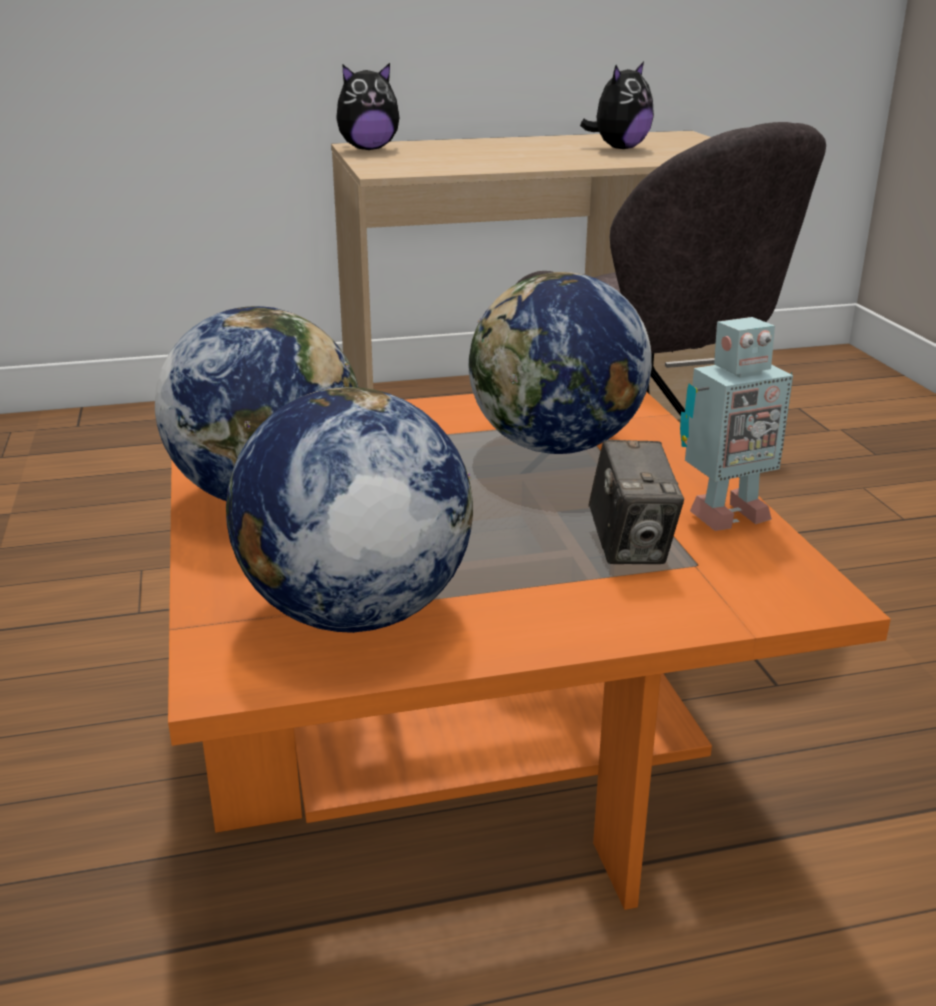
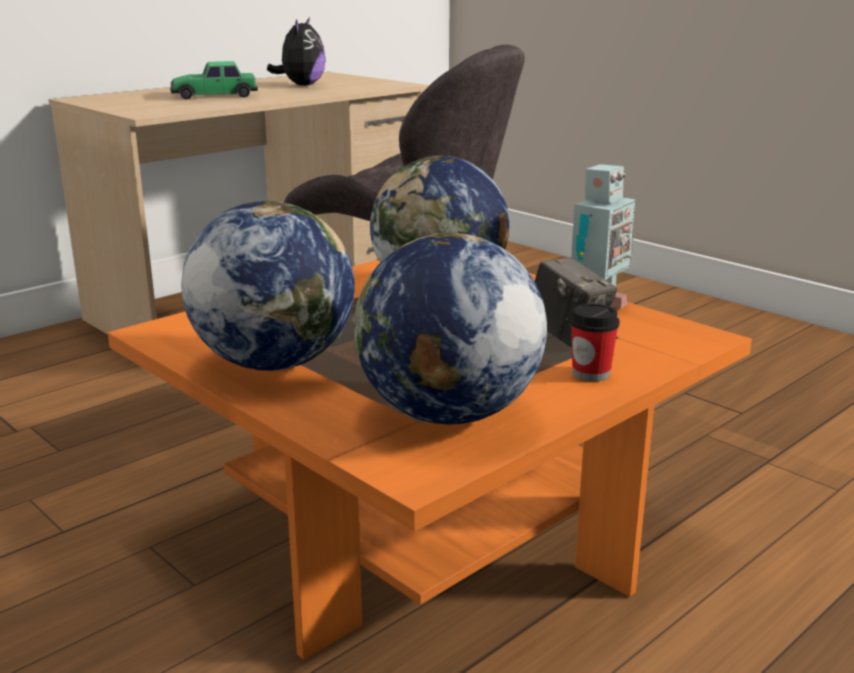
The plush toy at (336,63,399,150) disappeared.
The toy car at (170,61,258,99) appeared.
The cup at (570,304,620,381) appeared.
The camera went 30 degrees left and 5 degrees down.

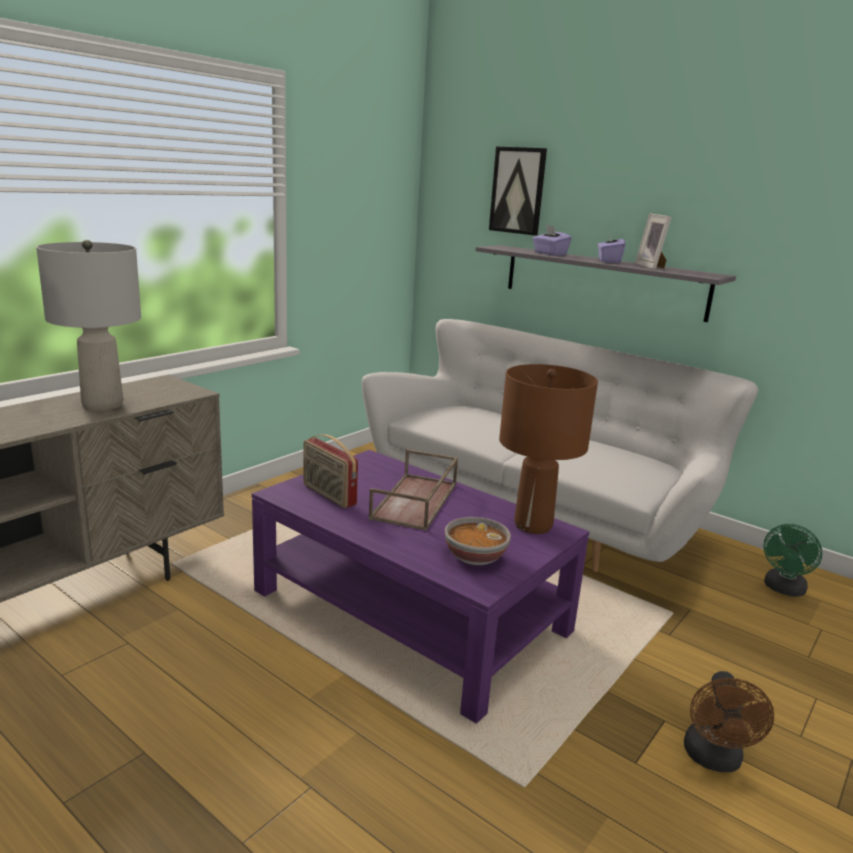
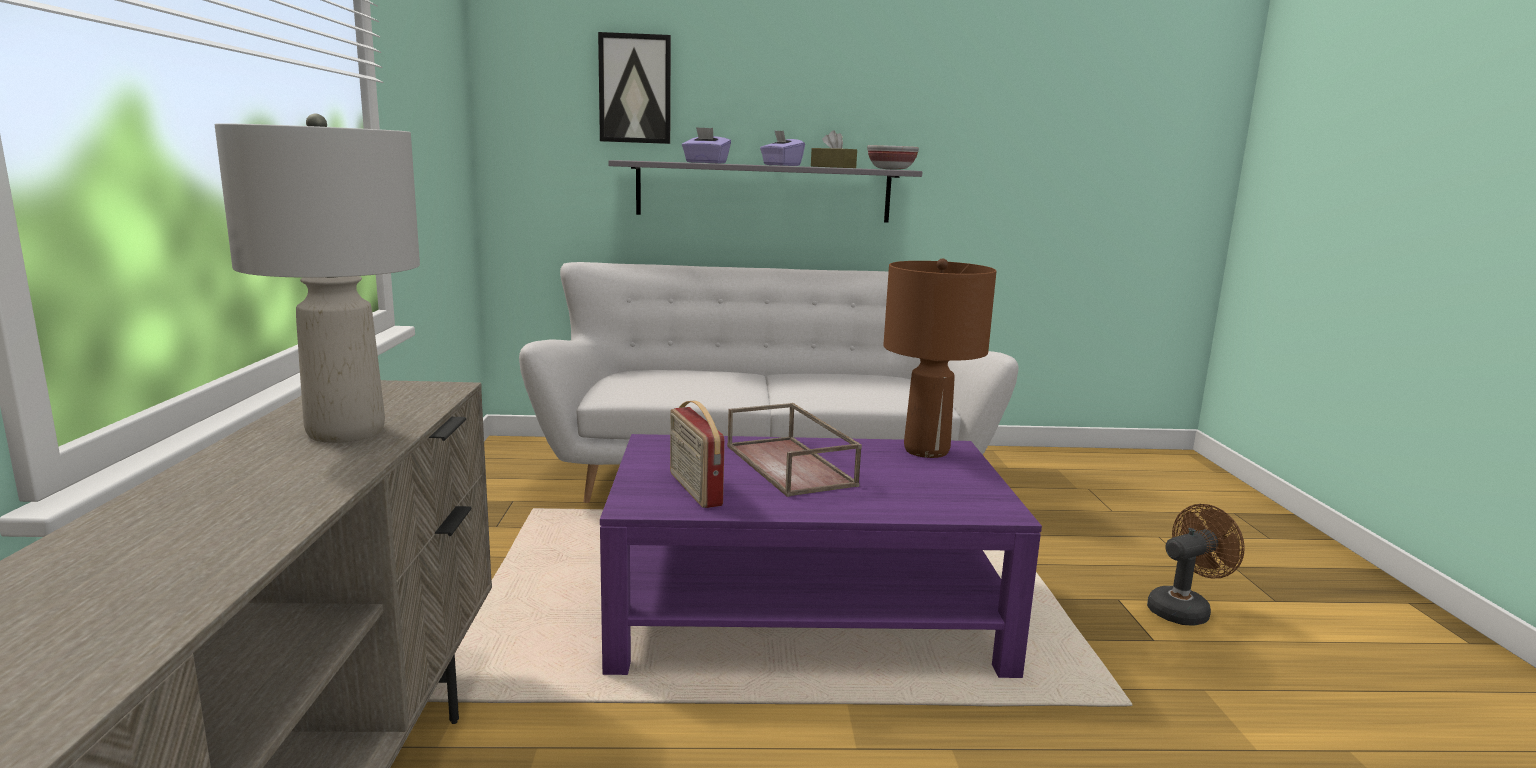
The green fan at (763,524,822,597) disappeared.
The bowl moved from (445,517,511,565) to (867,145,919,170).
The picture frame at (635,213,672,270) was replaced by the brown tissue box at (811,130,857,168).
The radio at (304,434,358,508) turned 60 degrees clockwise.
The brown fan at (684,671,774,772) turned 90 degrees counterclockwise.
The camera went 40 degrees left and 5 degrees down.

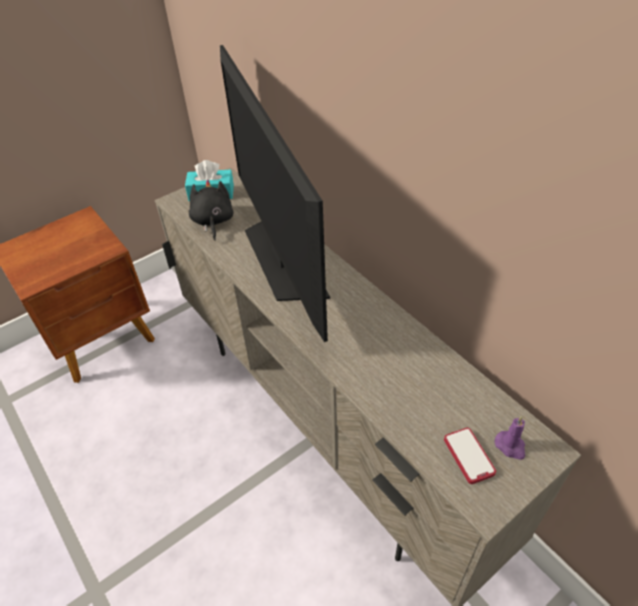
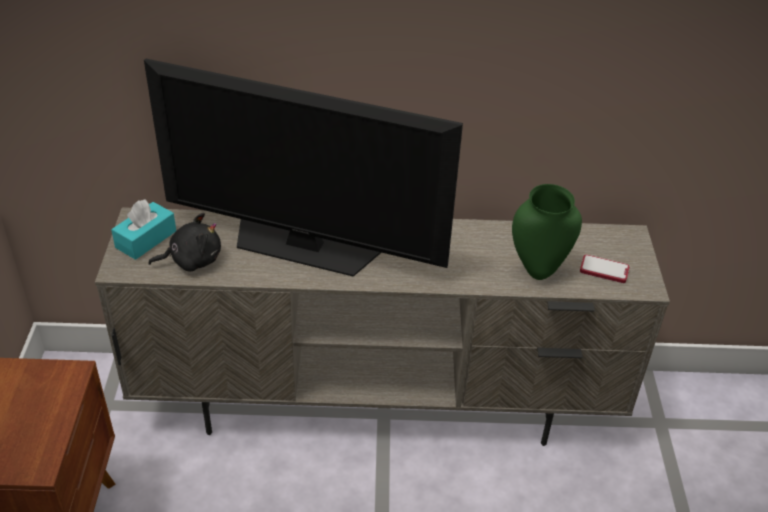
The purple candle at (495,416,525,460) disappeared.
The green vase at (512,184,582,280) appeared.
The black plush toy at (189,179,234,241) turned 135 degrees clockwise.
The camera went 55 degrees left and 5 degrees down.

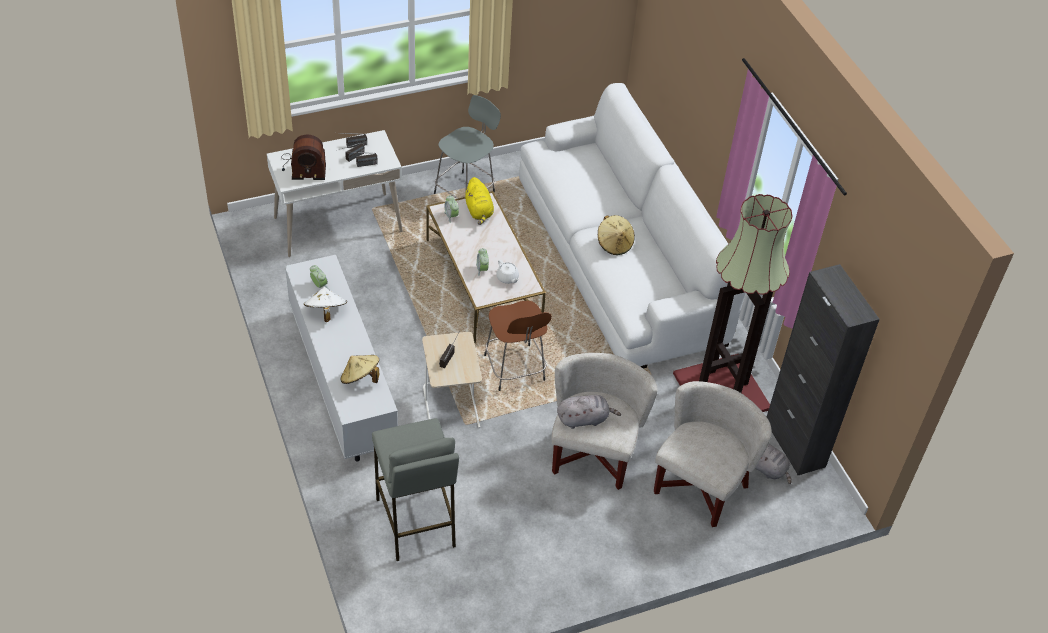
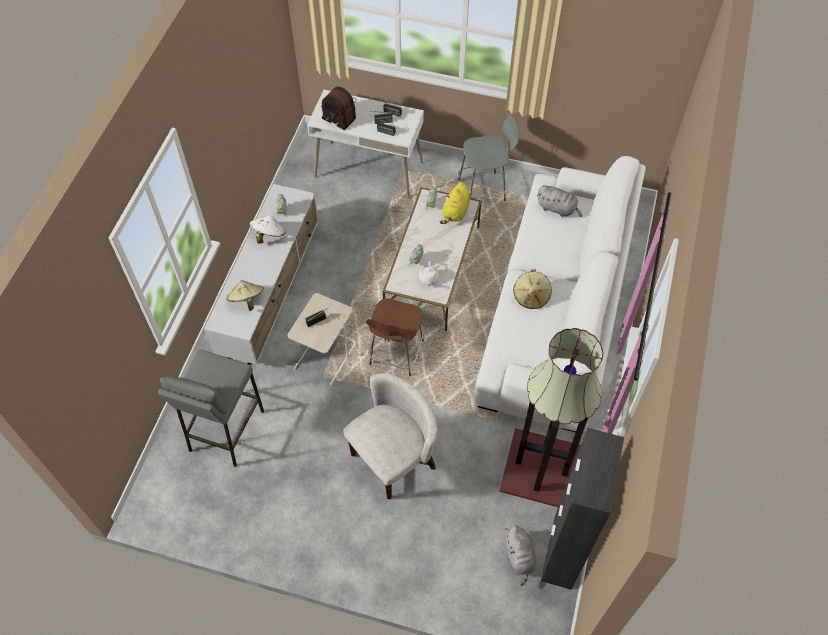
The white armchair at (654,381,772,527) disappeared.
The grey plush toy moved from (557,395,621,429) to (537,185,582,217).
The camera went 40 degrees right and 10 degrees up.

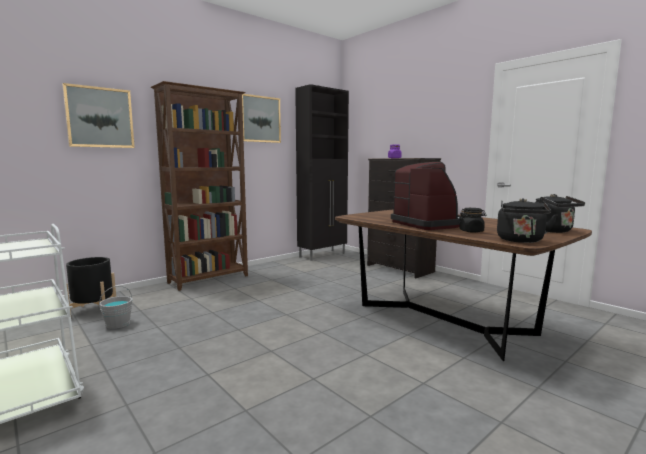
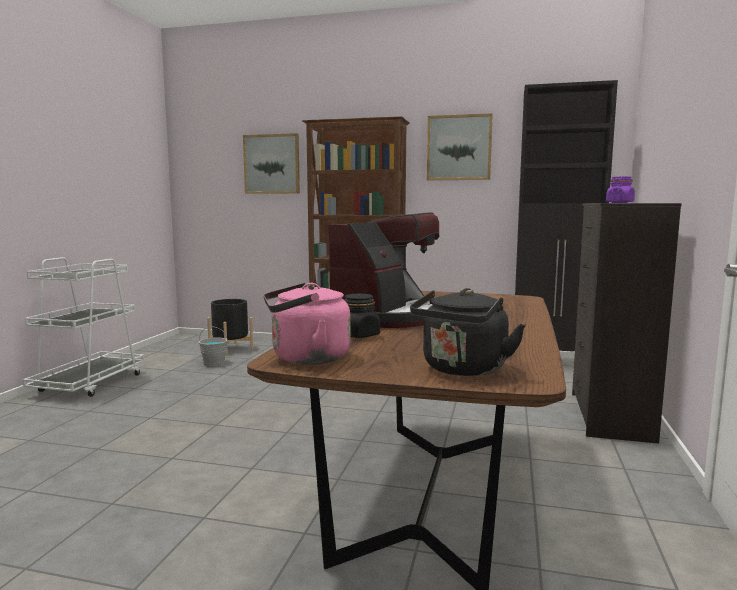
The black kettle at (497,198,557,243) became the pink kettle at (263,283,351,364).
The camera went 55 degrees right and 0 degrees up.

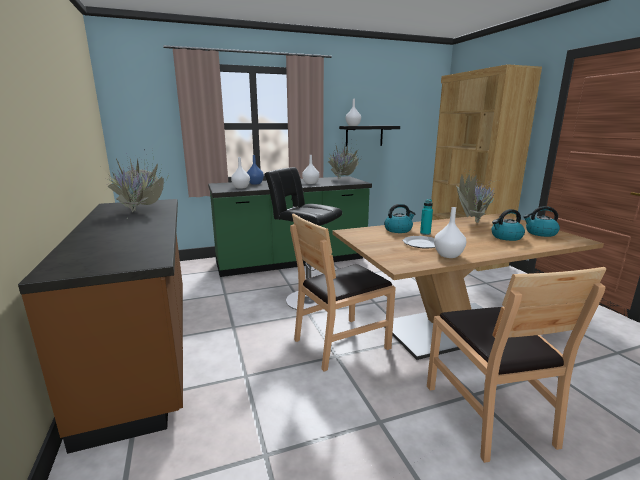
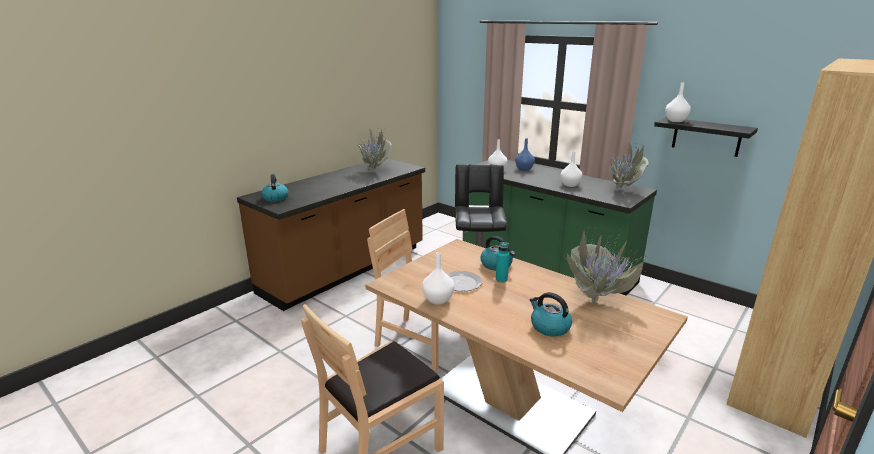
The kettle moved from (523,206,560,237) to (261,174,289,202).
The camera went 60 degrees right and 5 degrees up.

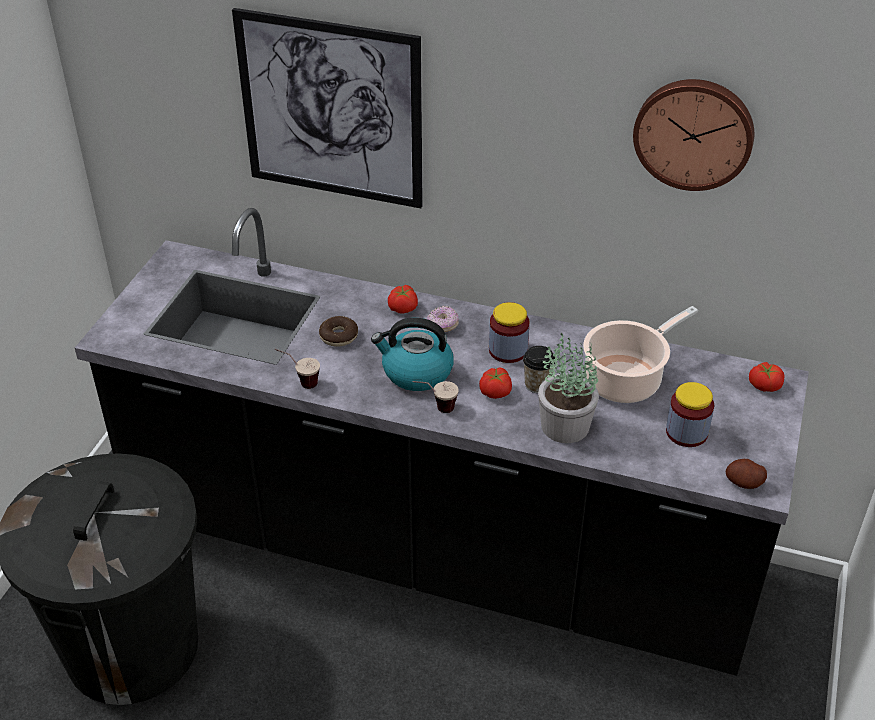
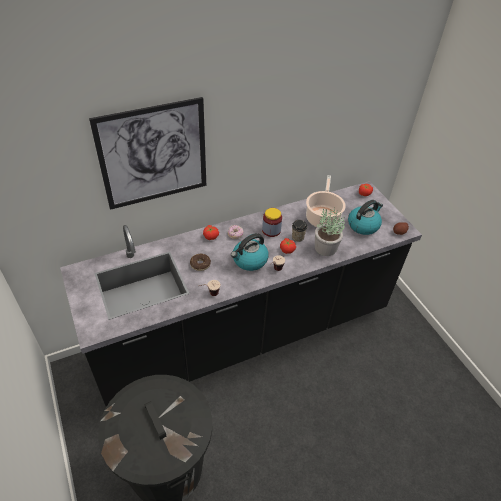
The wall clock at (633,79,754,191) disappeared.
The jar at (666,382,714,447) was replaced by the kettle at (348,200,383,235).
The camera went 45 degrees left and 5 degrees up.

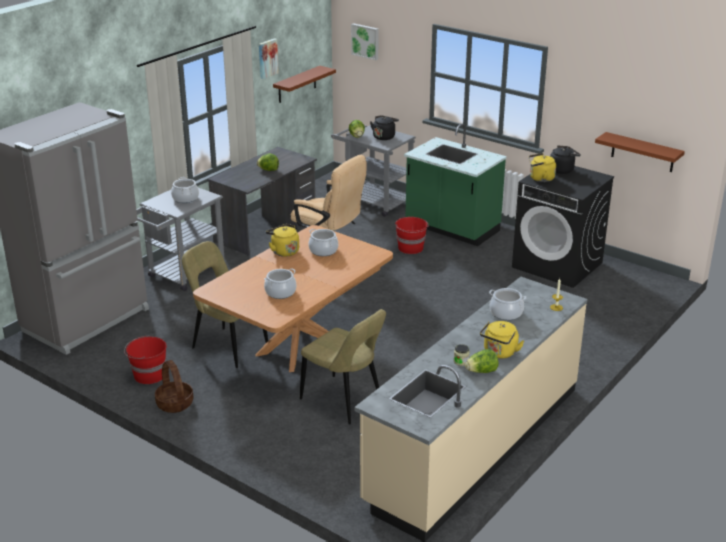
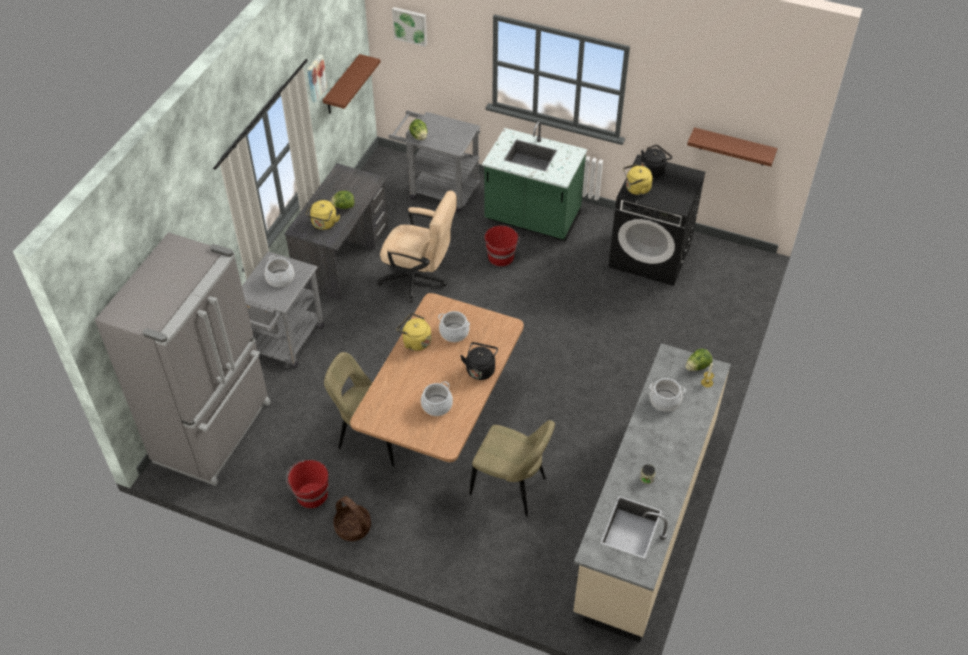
The black kettle moved from (370,115,399,140) to (460,342,498,380).
The lettuce moved from (465,349,498,373) to (685,348,713,371).
The yellow kettle moved from (480,321,524,358) to (306,200,340,230).
The camera went 15 degrees left and 20 degrees up.

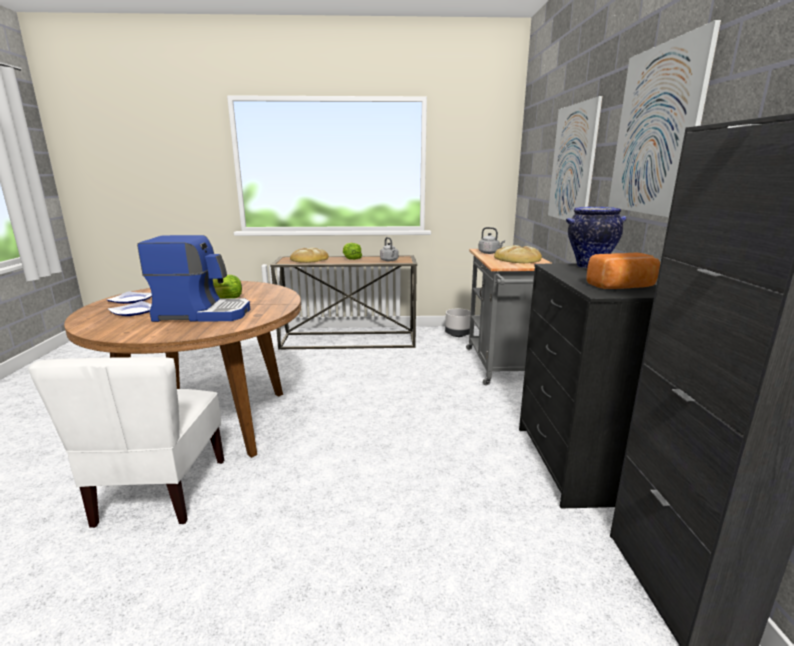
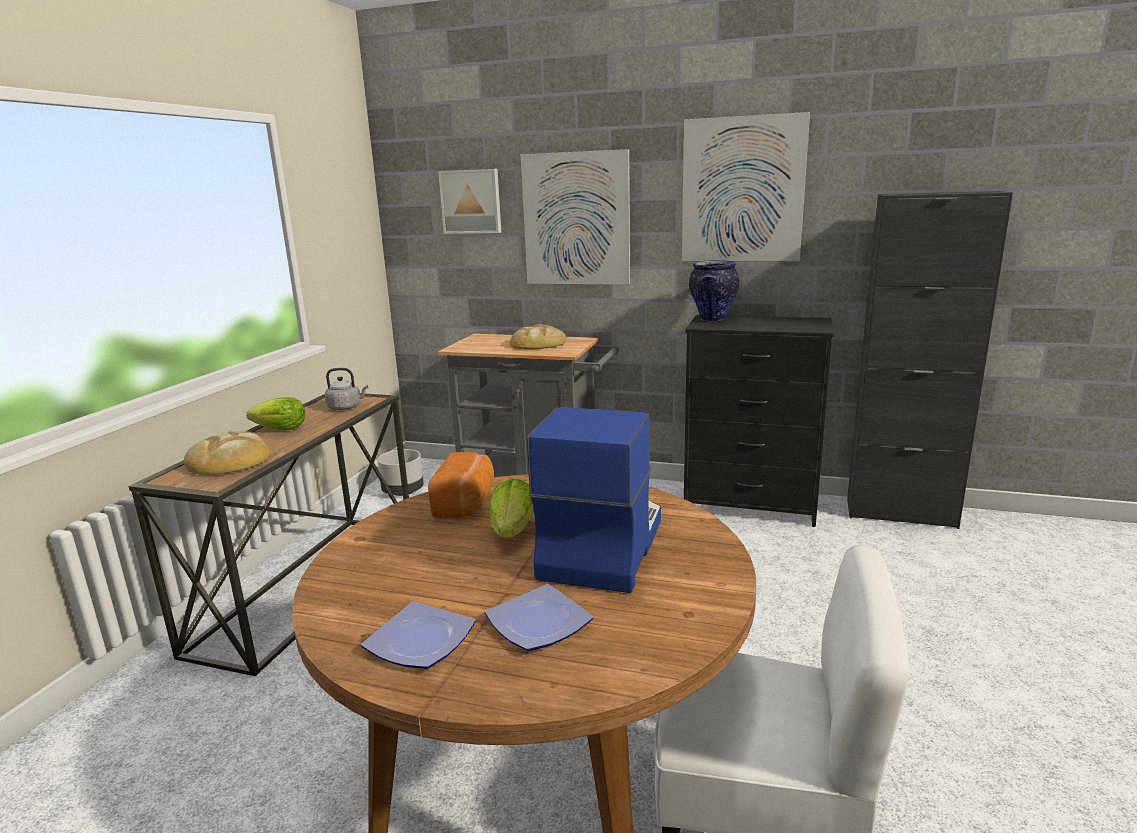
The grey kettle at (478,227,505,254) disappeared.
The picture at (438,169,501,234) appeared.
The bread moved from (586,253,660,289) to (428,452,494,519).
The camera went 70 degrees left and 0 degrees up.

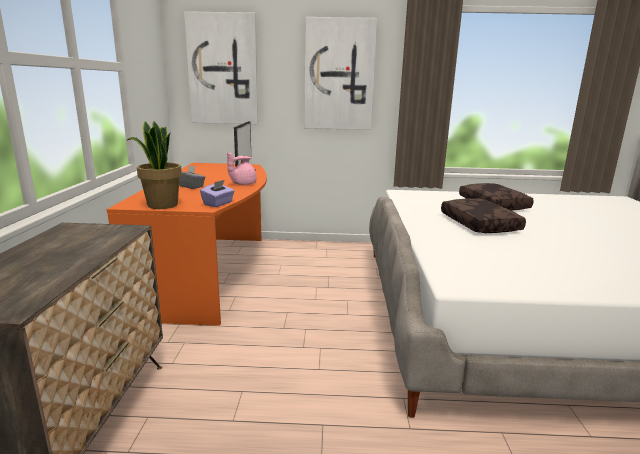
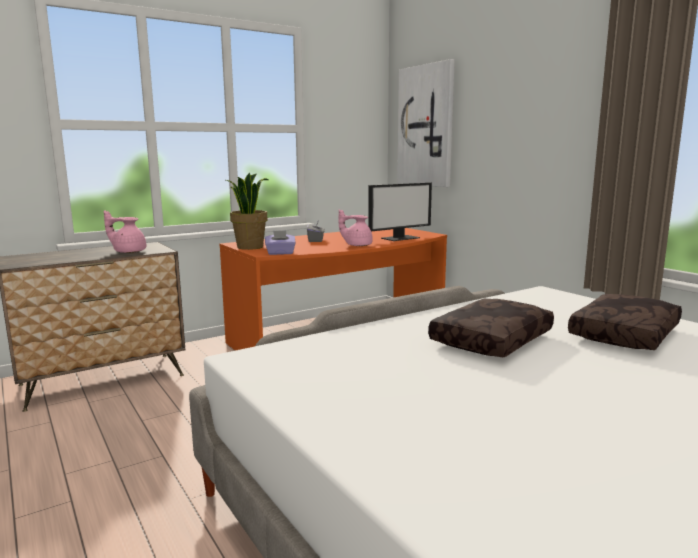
The picture at (304,17,377,130) disappeared.
The pink teapot at (104,210,146,253) appeared.
The camera went 55 degrees right and 5 degrees down.

